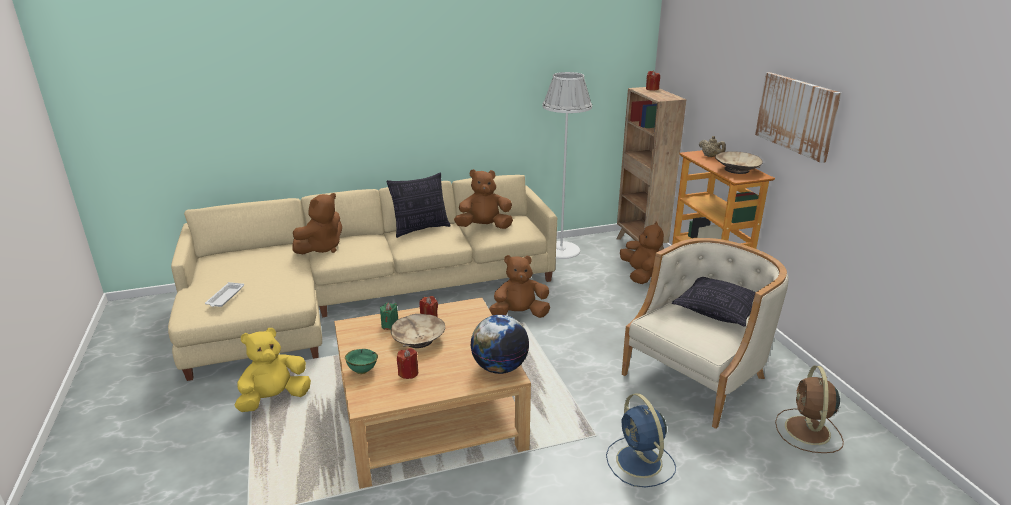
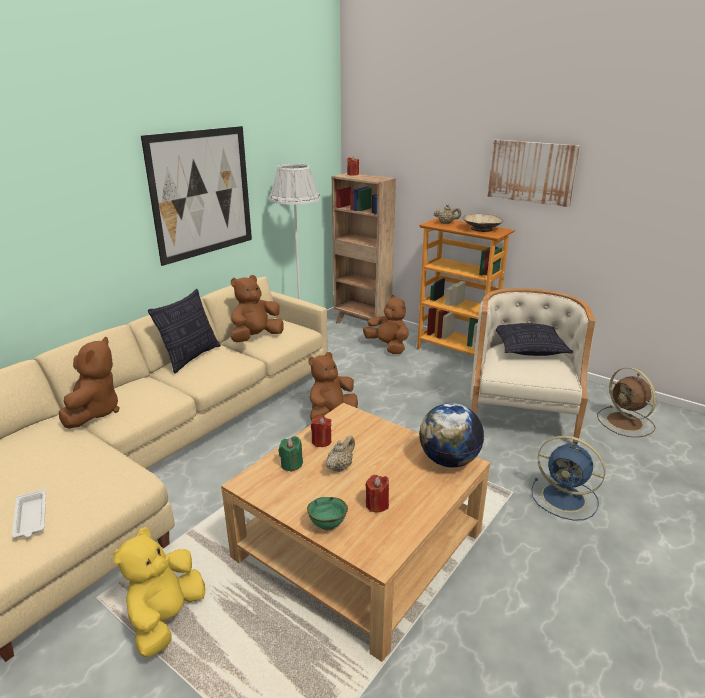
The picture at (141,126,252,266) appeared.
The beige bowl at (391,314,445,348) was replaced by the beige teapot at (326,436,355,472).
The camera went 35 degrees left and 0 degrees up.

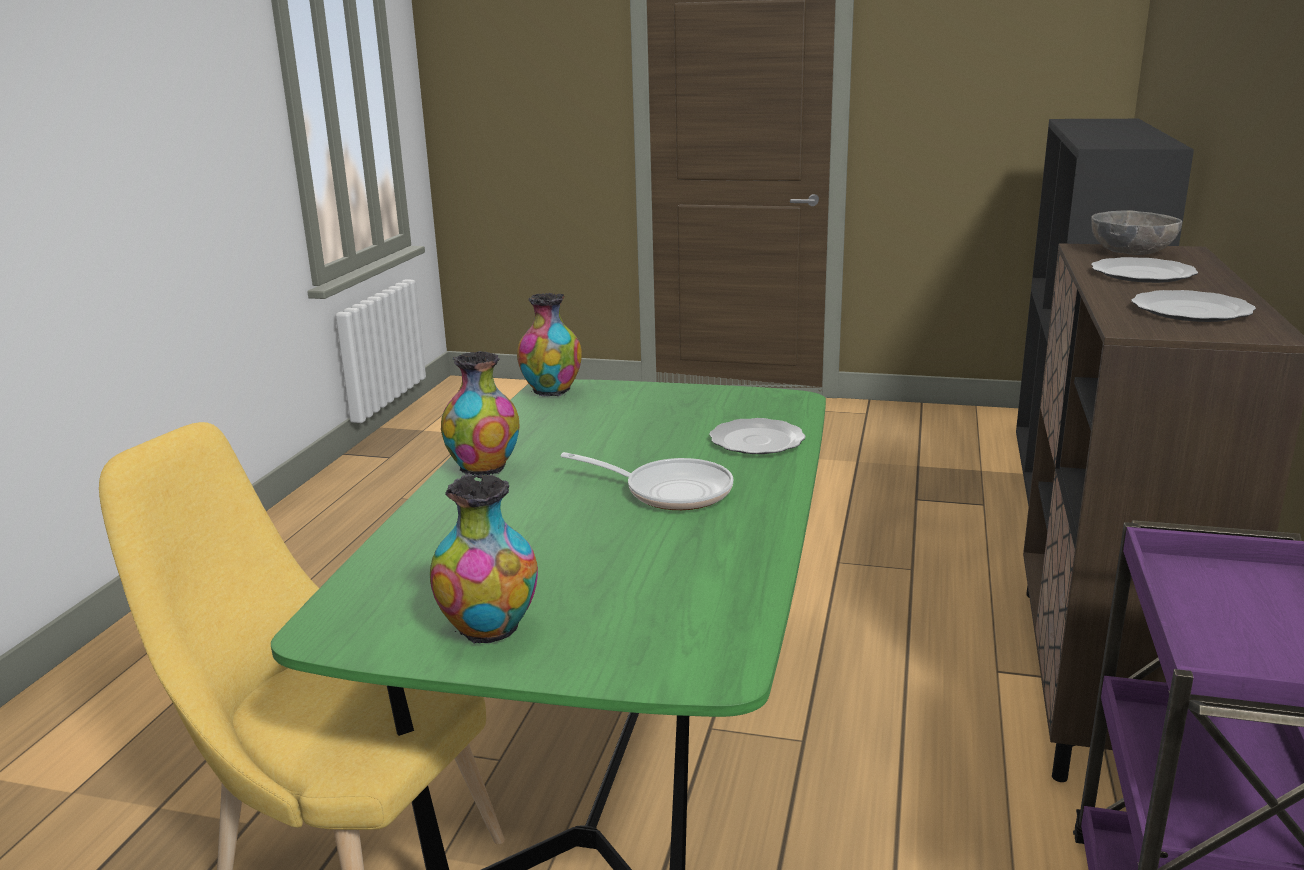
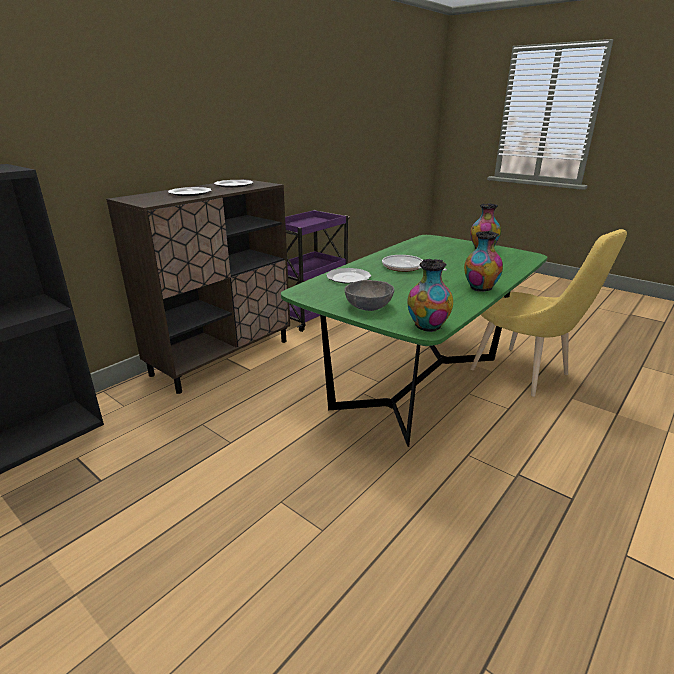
The grey bowl moved from (1091,210,1182,255) to (345,280,394,311).
The camera went 155 degrees left and 5 degrees up.

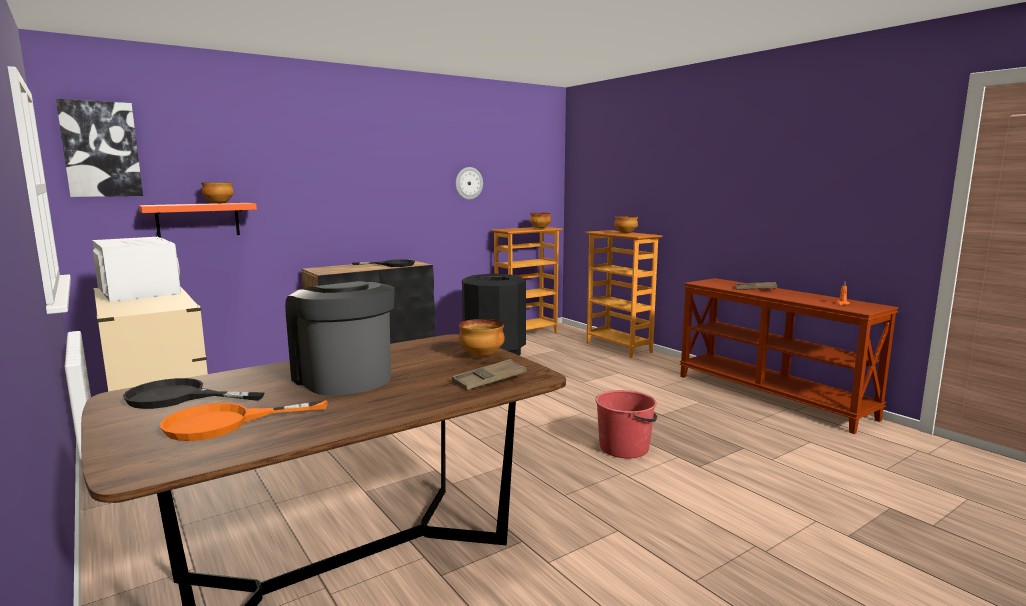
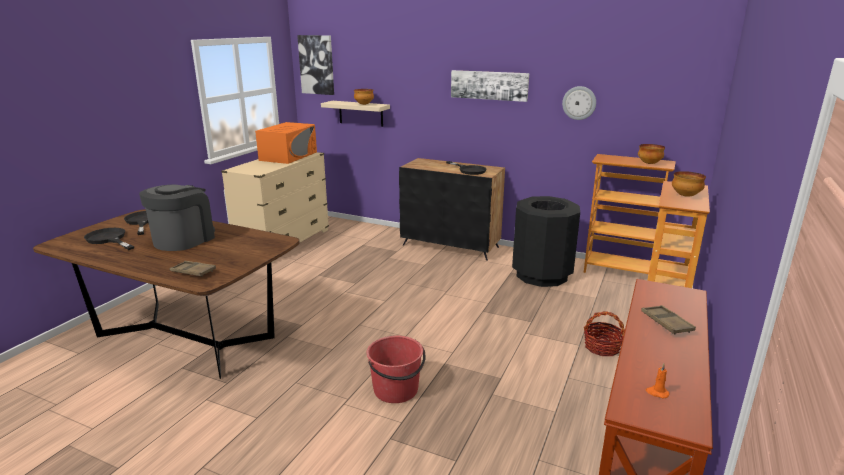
The bowl at (459,319,505,357) disappeared.
The picture at (451,70,529,102) appeared.
The basket at (584,311,625,356) appeared.
The white microwave at (92,237,181,302) became the orange microwave at (255,122,317,164).
The orange shelf at (139,203,257,238) became the beige shelf at (321,101,390,127).
The orange frying pan at (160,400,328,441) became the black frying pan at (84,228,134,250).
The camera went 60 degrees right and 10 degrees up.

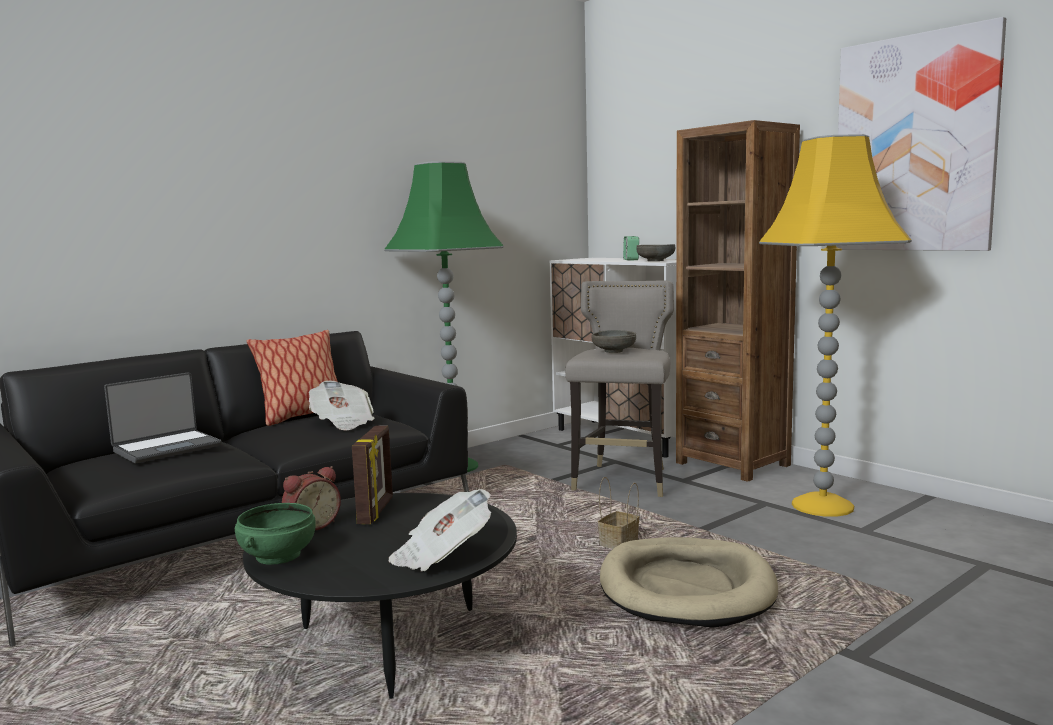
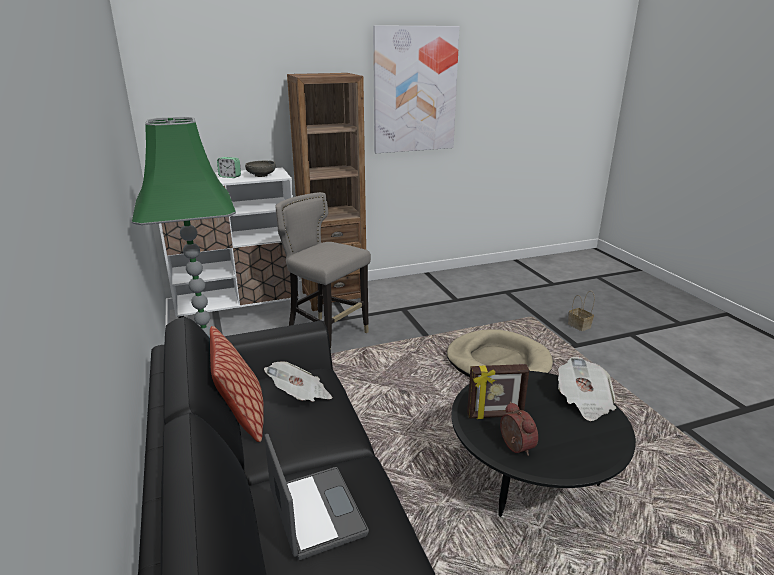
The green bowl at (235,503,316,565) disappeared.
The grey bowl at (592,330,636,353) disappeared.
The yellow floor lamp at (759,134,912,517) disappeared.
The basket moved from (598,477,639,549) to (568,291,595,331).
The picture frame at (352,426,393,524) turned 150 degrees clockwise.
The camera went 70 degrees left and 15 degrees up.

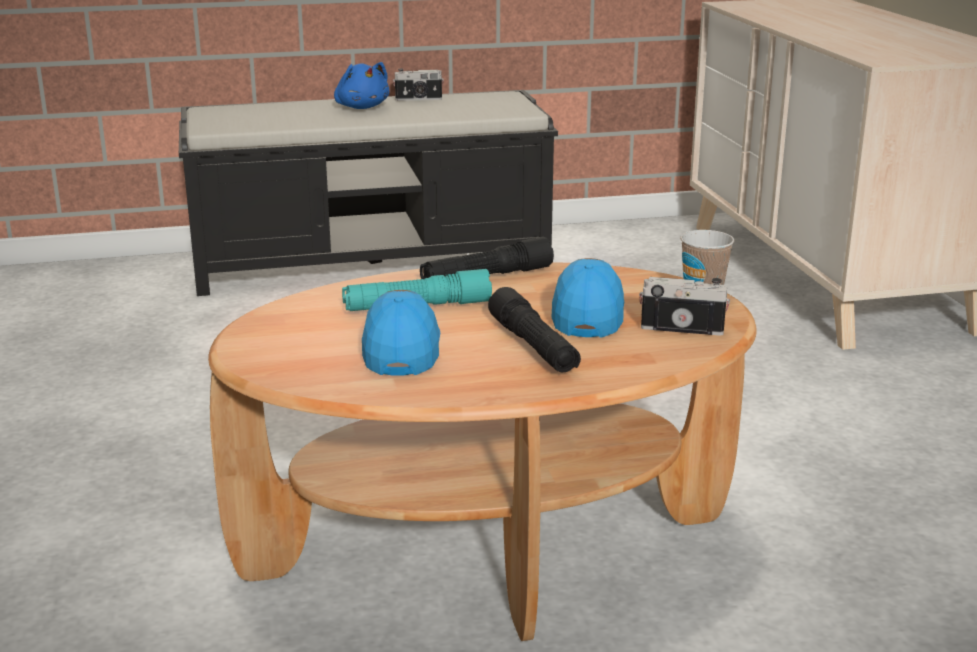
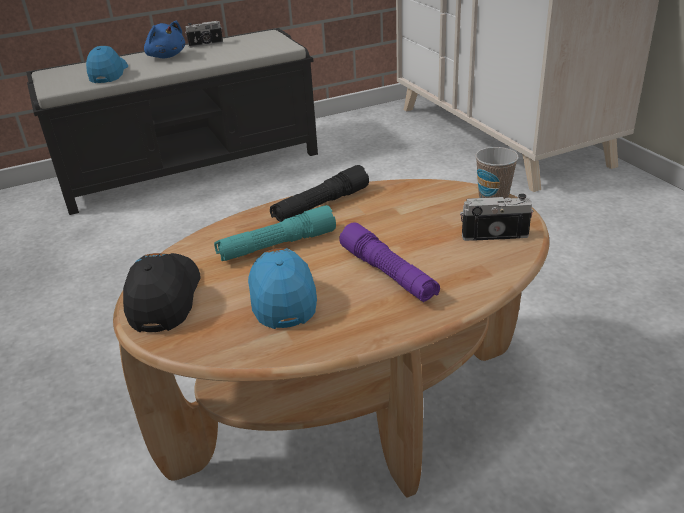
The black cap at (123,253,200,332) appeared.
The blue cap moved from (552,258,624,338) to (86,46,128,83).
The black flashlight at (488,287,581,373) became the purple flashlight at (339,222,440,302).
The camera went 10 degrees left and 10 degrees up.

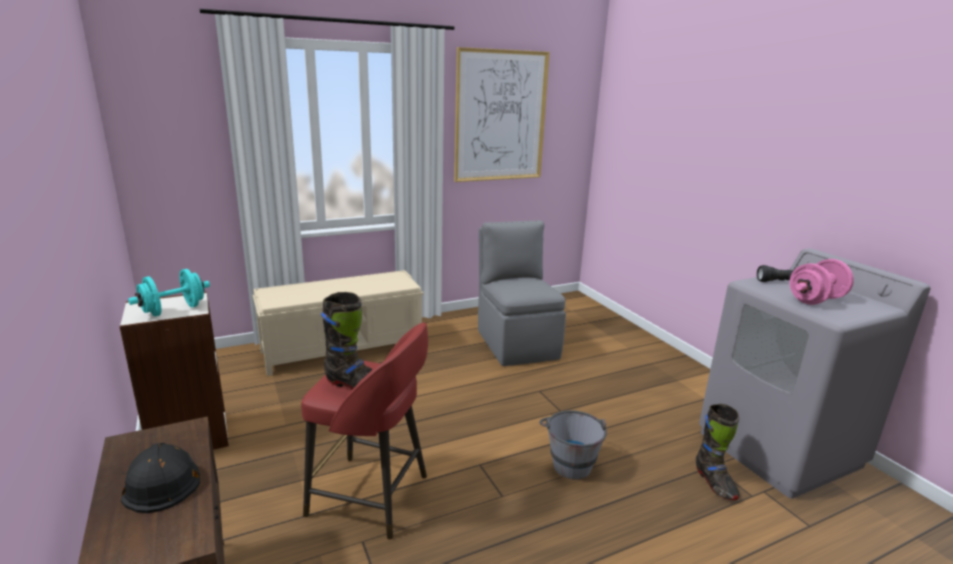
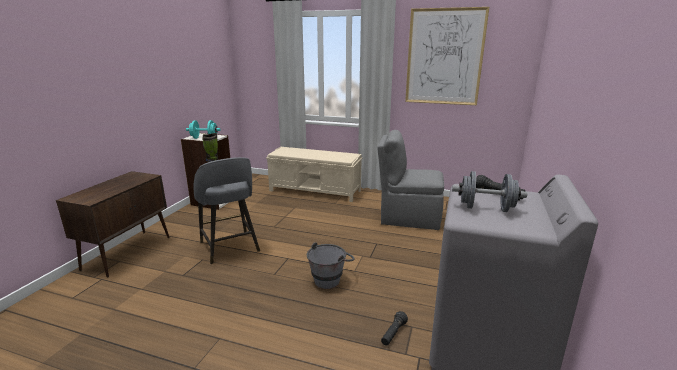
The black hard hat at (121,443,200,513) disappeared.
The black boot at (696,404,740,500) was replaced by the black flashlight at (381,311,408,346).
The red stool at (301,322,428,540) became the grey stool at (194,157,260,264).
The pink dumbbell at (790,259,854,305) became the grey dumbbell at (452,171,527,212).
The grey chair at (478,220,566,366) turned 105 degrees counterclockwise.
The camera went 45 degrees right and 0 degrees up.

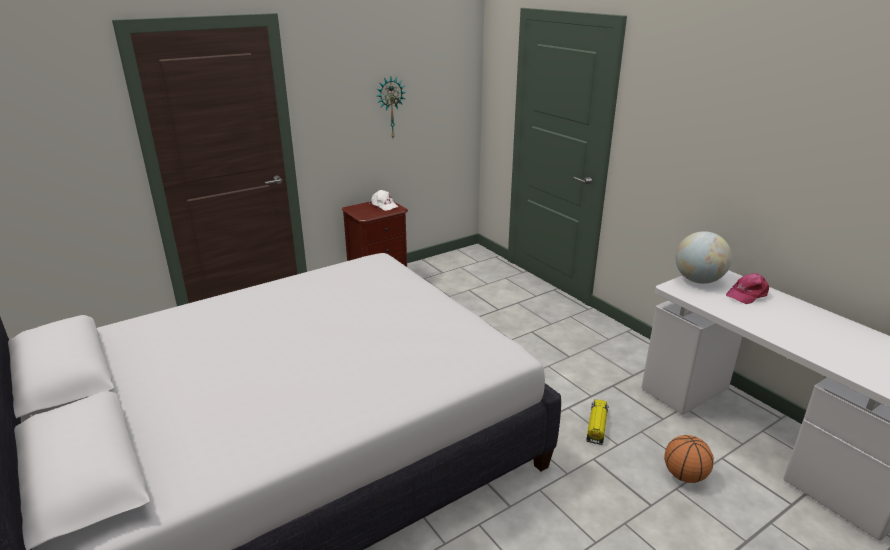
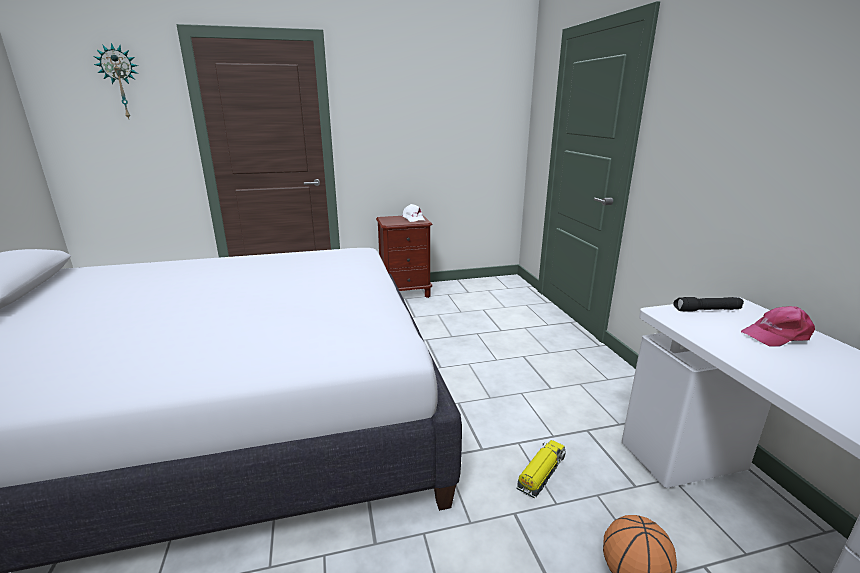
The wall clock moved from (377,77,406,138) to (94,43,138,119).
The globe at (675,231,732,284) was replaced by the black flashlight at (673,297,744,312).
The camera went 20 degrees right and 5 degrees down.

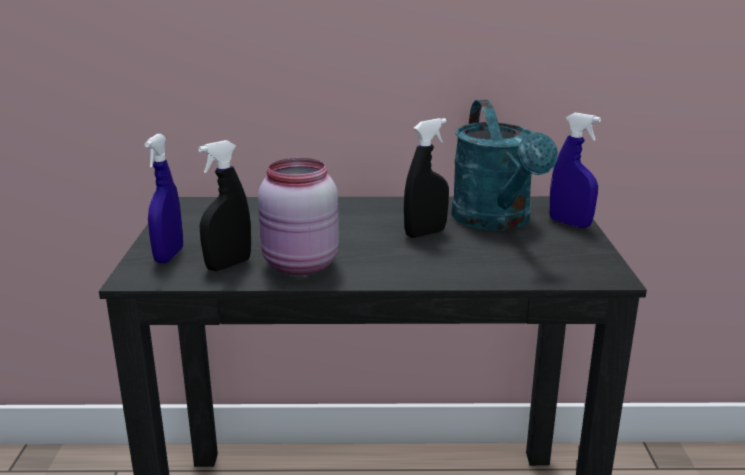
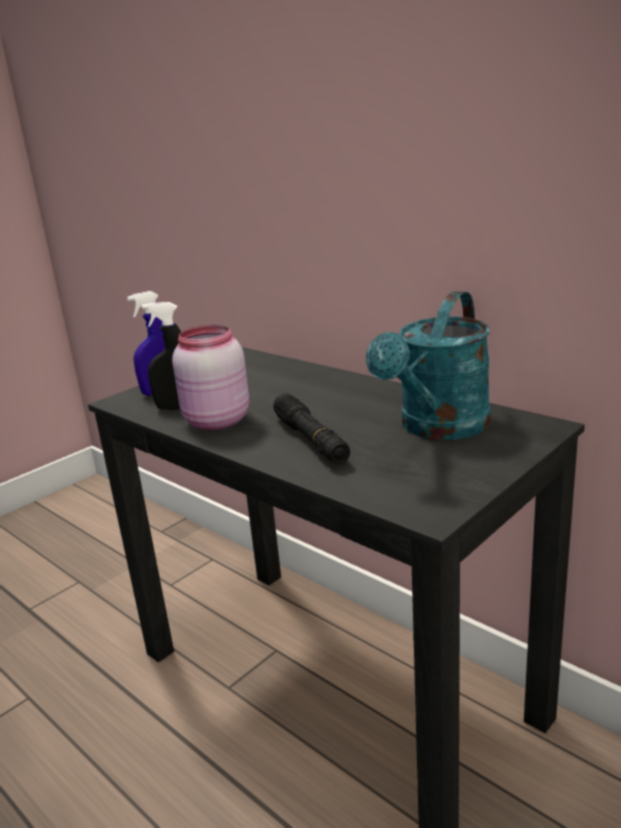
The black spray bottle at (404,118,449,238) disappeared.
The blue spray bottle at (550,113,601,228) disappeared.
The black flashlight at (273,393,350,464) appeared.
The camera went 45 degrees right and 0 degrees up.

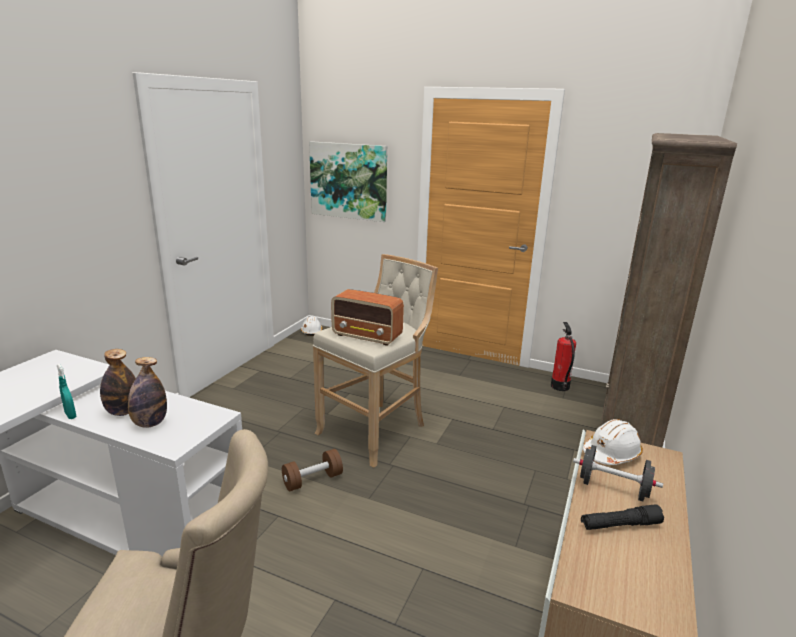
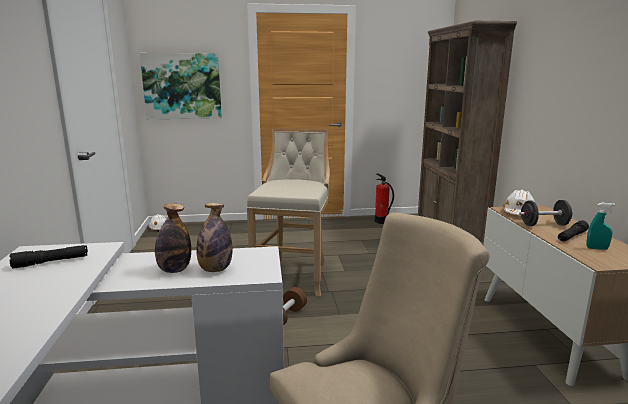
The radio at (331,289,404,346) disappeared.
The black flashlight at (9,245,88,269) appeared.
The turquoise spray bottle moved from (57,364,76,419) to (587,202,615,250).
The camera went 30 degrees left and 5 degrees down.

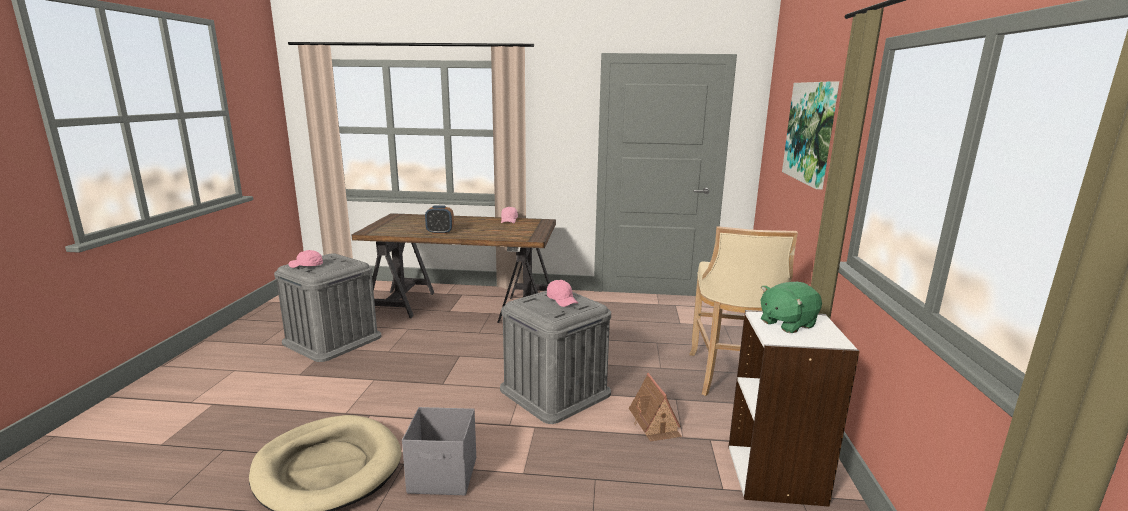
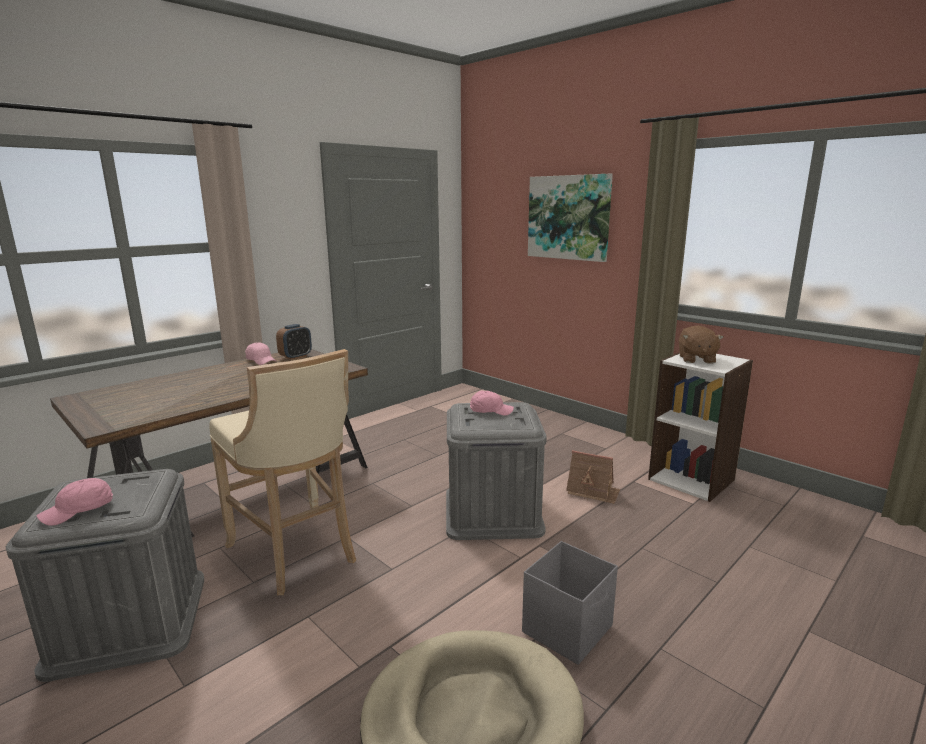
The alarm clock moved from (425,205,454,234) to (276,324,312,360).
The beige stool moved from (689,226,798,396) to (209,349,356,595).
The green plush toy at (761,282,822,333) became the brown plush toy at (679,325,724,364).
The camera went 50 degrees left and 0 degrees up.

